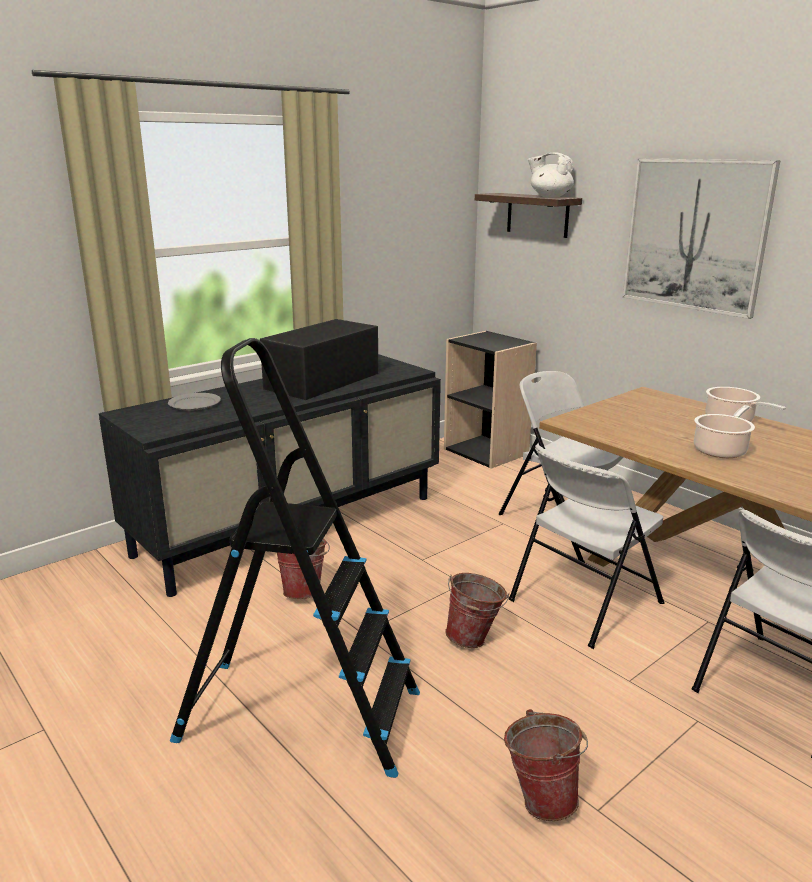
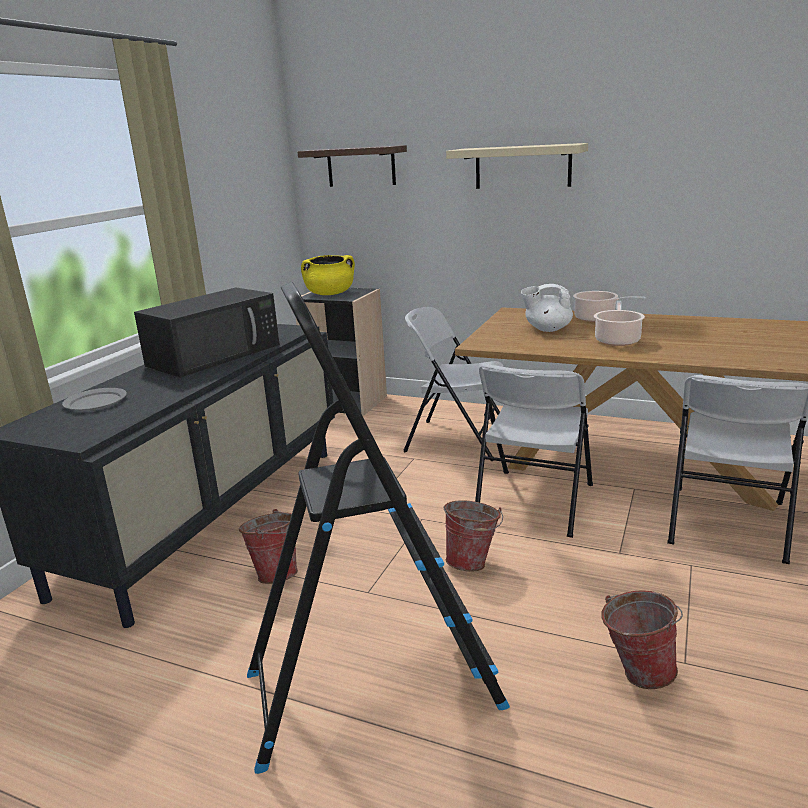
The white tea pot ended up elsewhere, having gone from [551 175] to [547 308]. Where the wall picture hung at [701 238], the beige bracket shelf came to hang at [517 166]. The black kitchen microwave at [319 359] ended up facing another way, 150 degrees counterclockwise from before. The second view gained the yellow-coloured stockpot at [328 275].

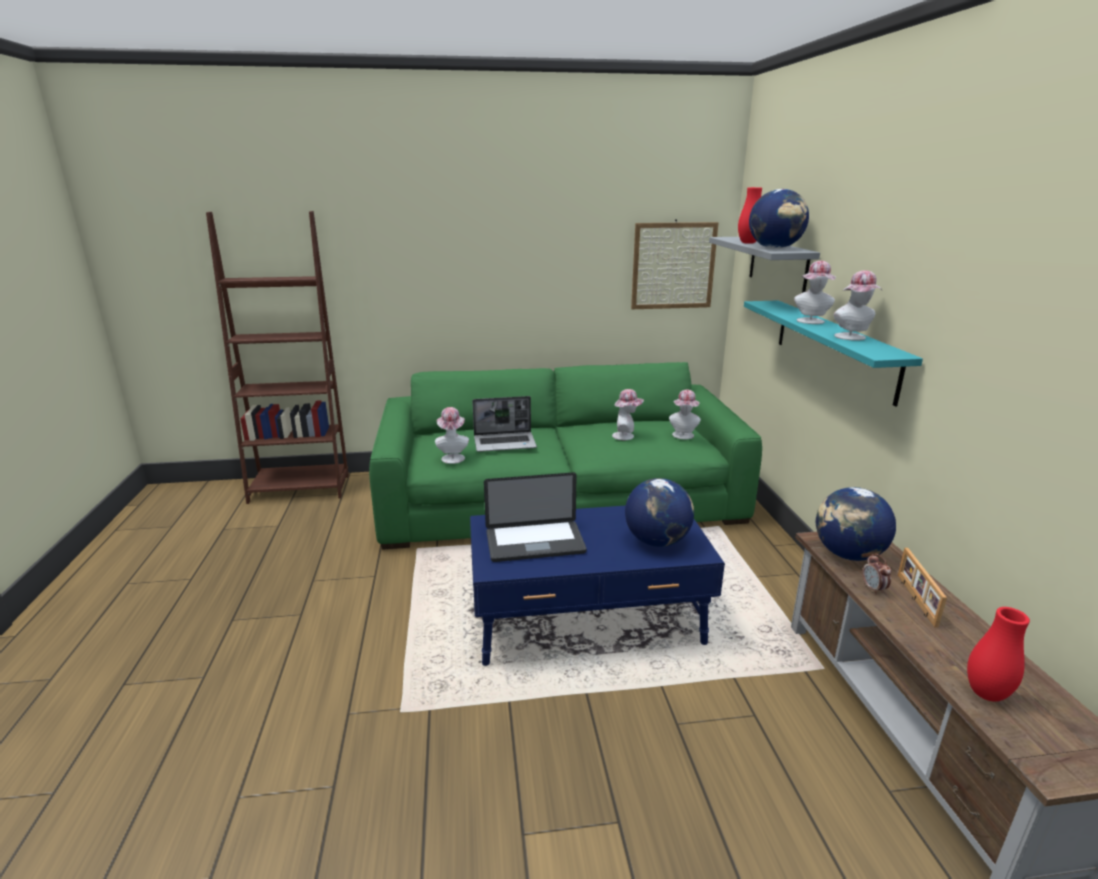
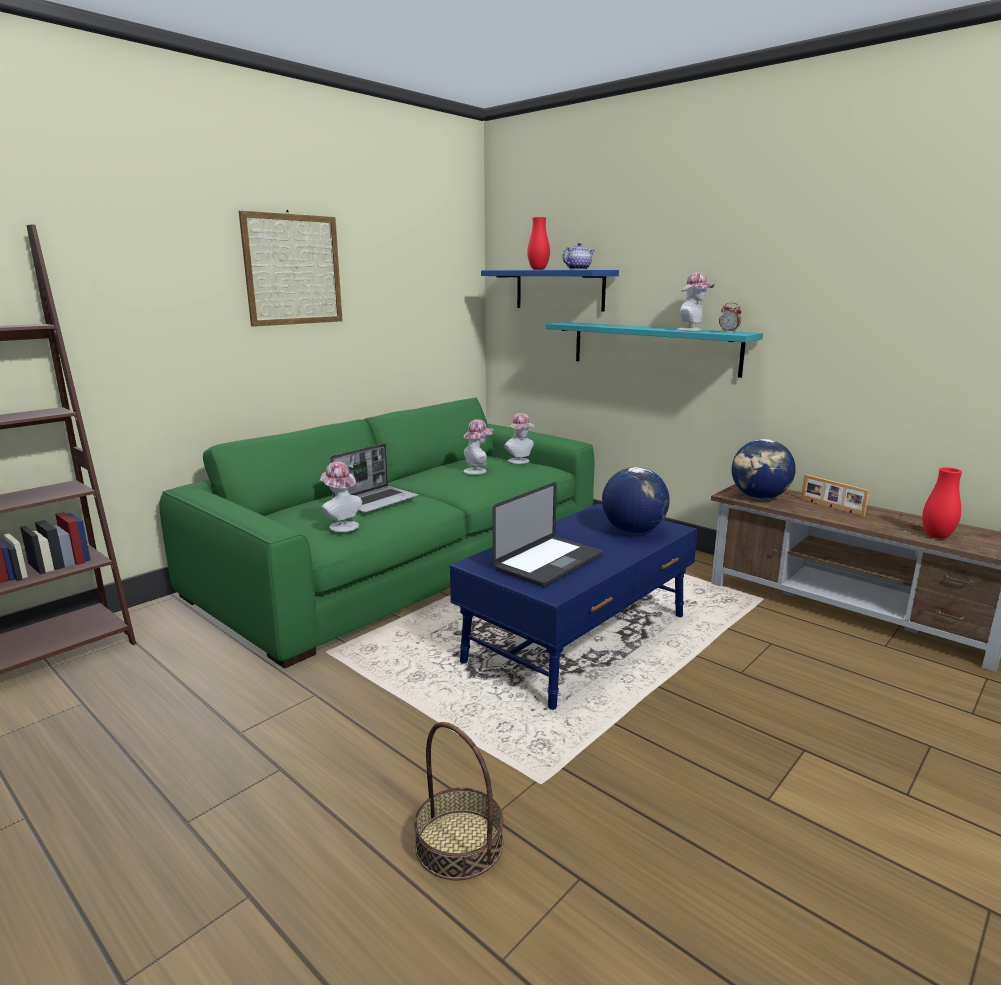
Where the world globe stood at [779 219], the tea pot came to stand at [578 256]. The wall picture ended up elsewhere, having gone from [675 264] to [291 268]. What was the greyish bracket shelf at [764 265] turned into the blue-coloured bracket shelf at [550 291]. The second view lost the wearable hat at [815 292]. The bedside clock ended up elsewhere, having gone from [876 574] to [730 317]. The second view gained the household basket at [458 801].

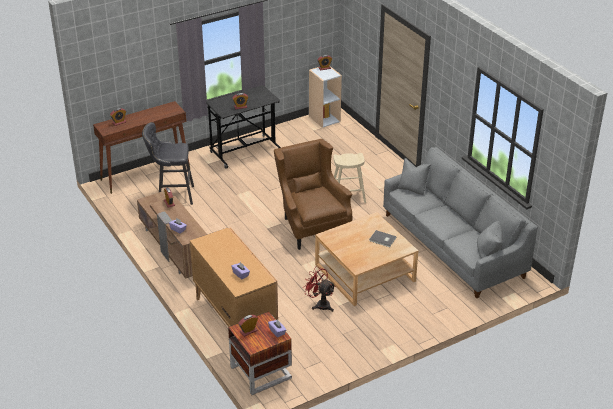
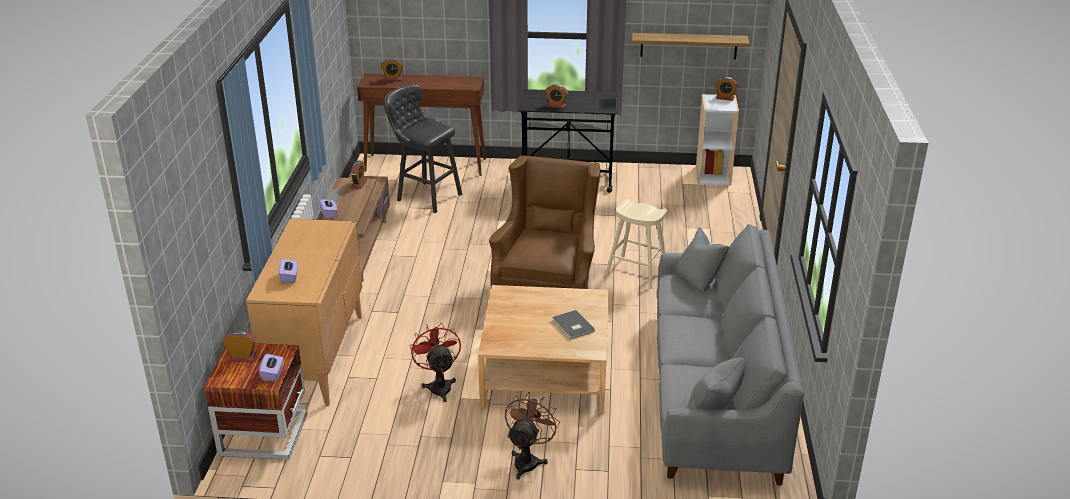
The second view gained the bracket shelf at [691 46]. The second view gained the brown fan at [532 435].

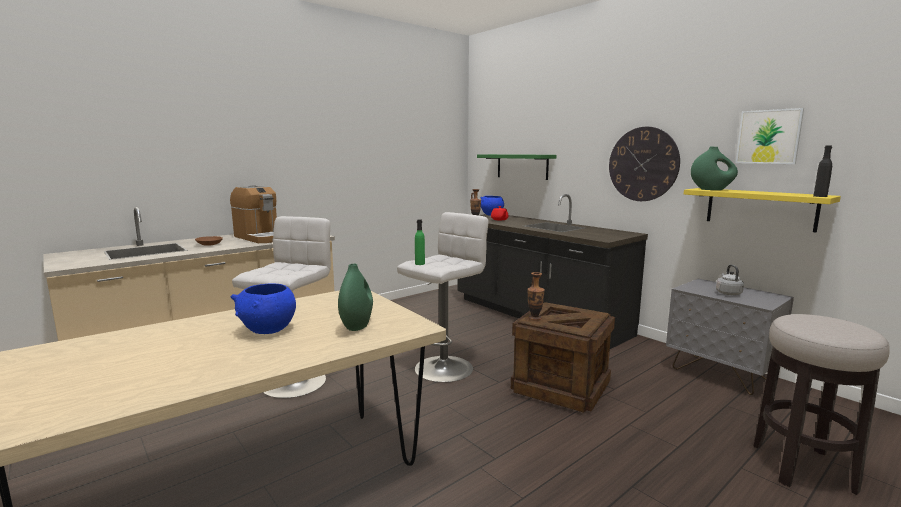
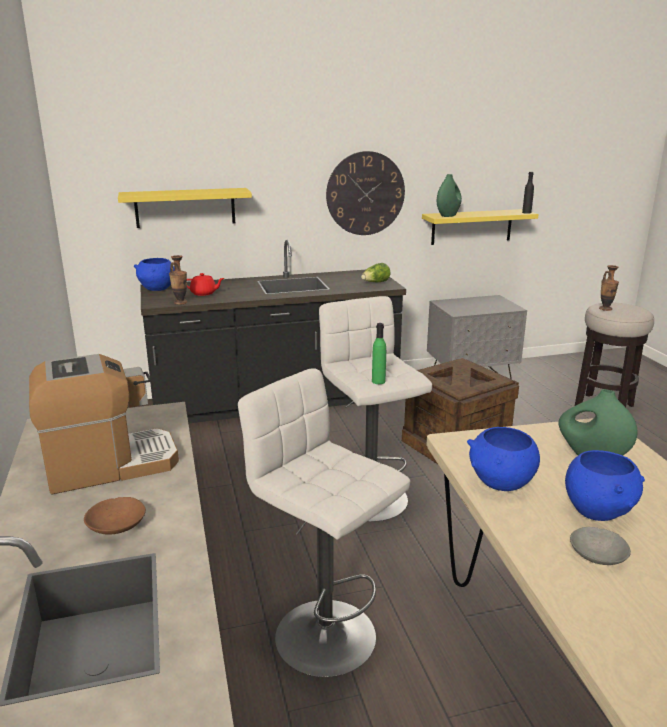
The second view lost the wall picture at [769 136]. What was the greenish bracket shelf at [517 167] turned into the yellow-coloured bracket shelf at [185 208]. The second view lost the greyish kettle at [730 280]. The decorative vase ended up elsewhere, having gone from [536 296] to [609 288]. The second view gained the lettuce head at [375 272]. The second view gained the blue-coloured bowl at [503 459]. The second view gained the greyish bowl at [600 546].

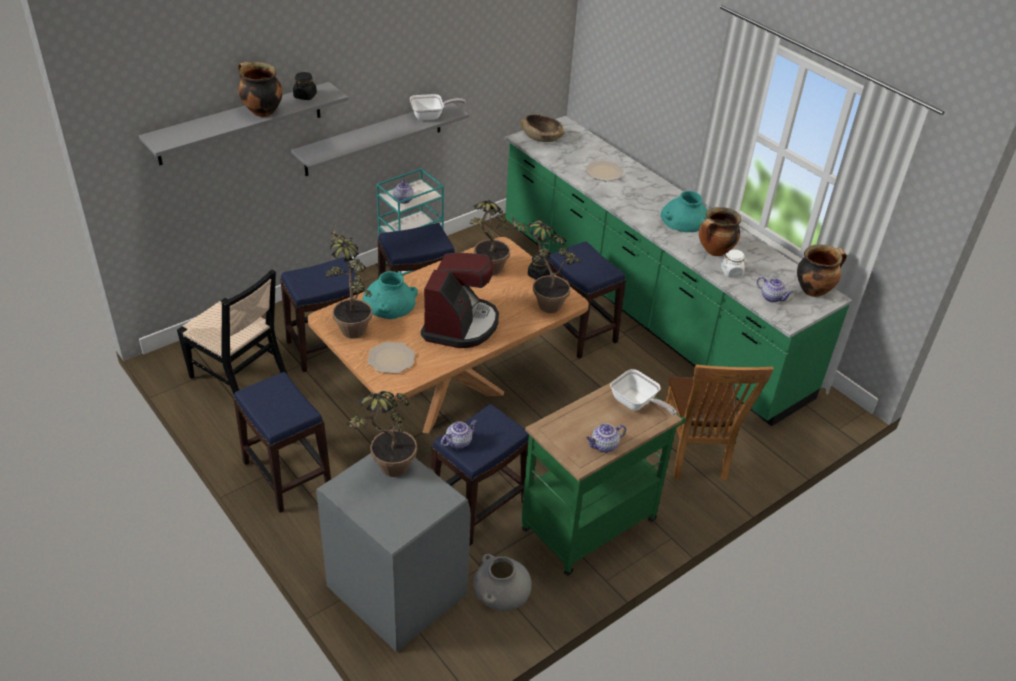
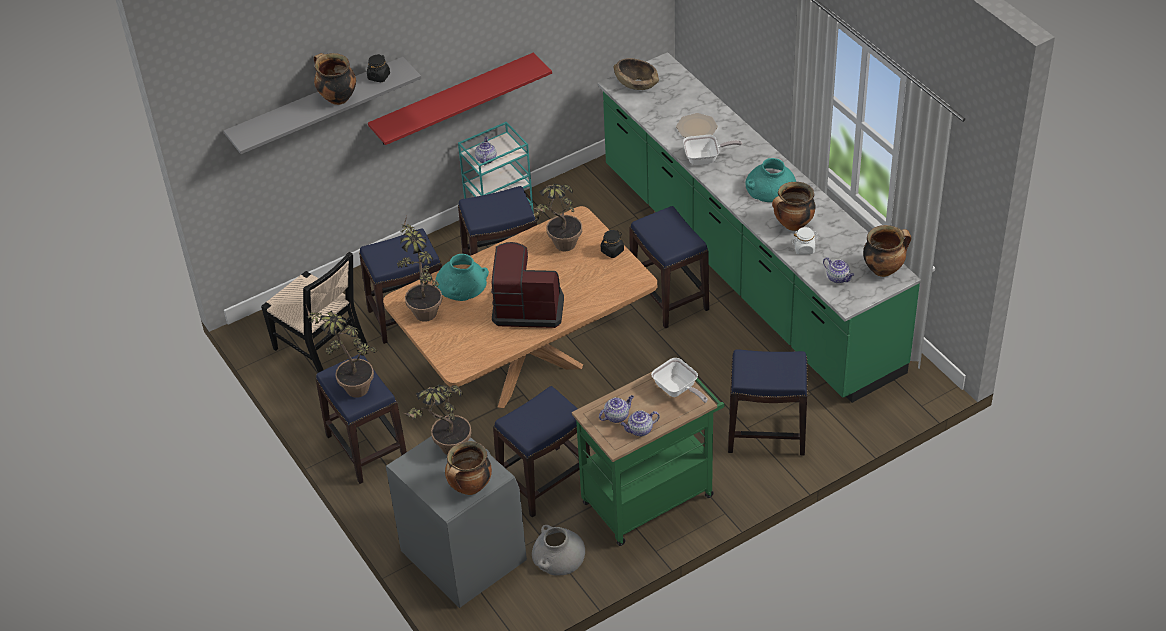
The pan ended up elsewhere, having gone from [438 107] to [712 150]. What was the greyish bracket shelf at [380 139] turned into the reddish bracket shelf at [460 99]. The houseplant ended up elsewhere, having gone from [546 263] to [342 351]. The coffee machine at [460 300] ended up facing another way, 105 degrees counterclockwise from before. The second view lost the dinner plate at [391 358]. Where the brown plain chair stood at [720 422], the sitting stool came to stand at [768 402]. The tea pot ended up elsewhere, having gone from [459 434] to [616 409]. The second view gained the stockpot at [468 468].

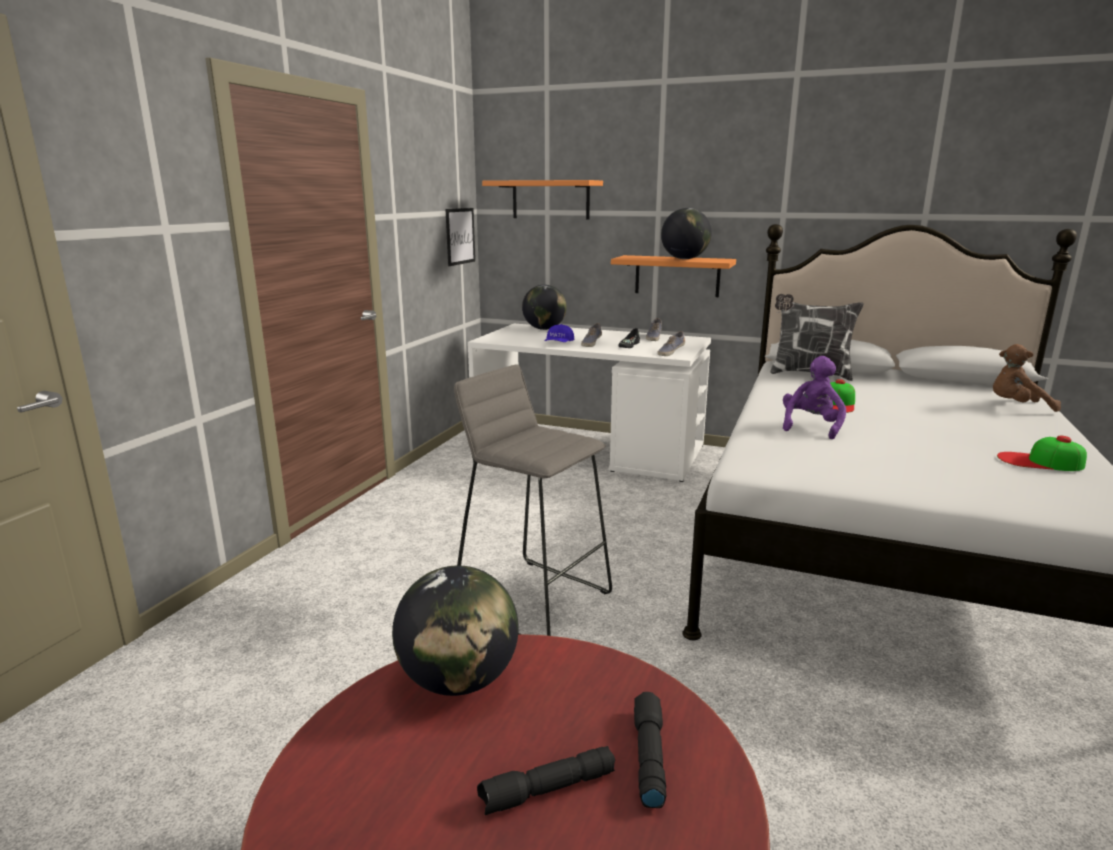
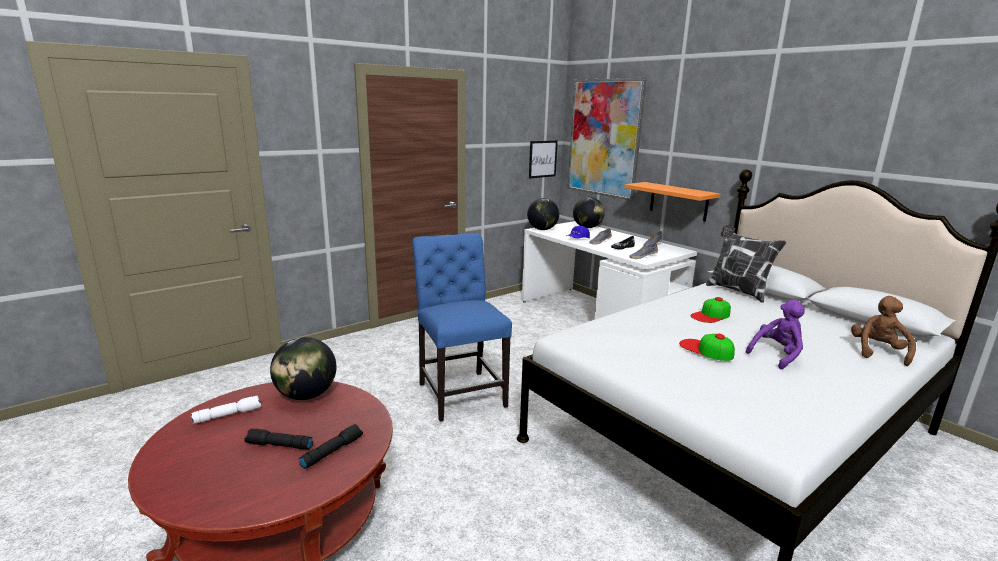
Where the orangey bracket shelf hung at [542 199], the wall picture came to hang at [607 139]. The world globe ended up elsewhere, having gone from [686 233] to [543 214]. The brown plush toy at [1027 378] ended up facing another way, 75 degrees clockwise from before. The purple plush toy ended up elsewhere, having gone from [814 397] to [775 334]. Where the greyish sitting stool stood at [533 500], the blue-coloured plain chair came to stand at [462 327]. The peaked cap ended up elsewhere, having gone from [1042 453] to [707 347]. The second view gained the white torch at [226 410].

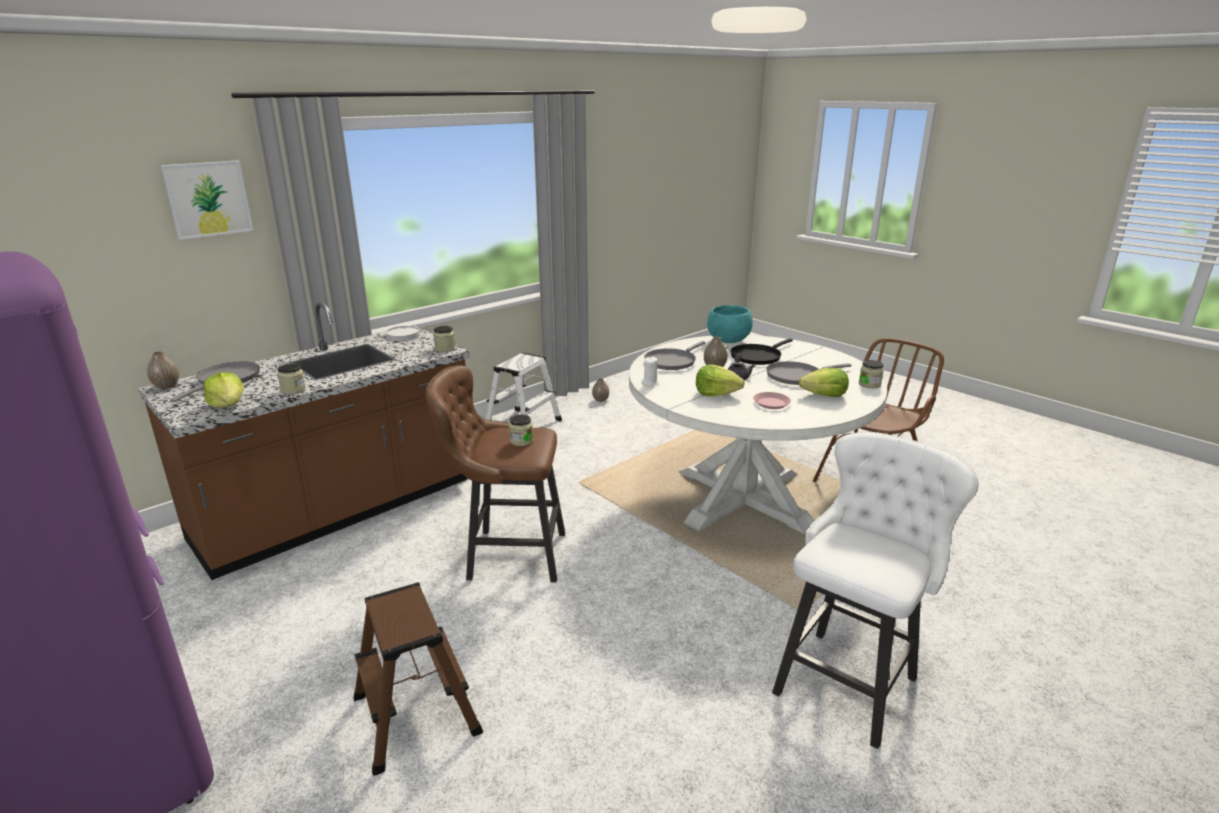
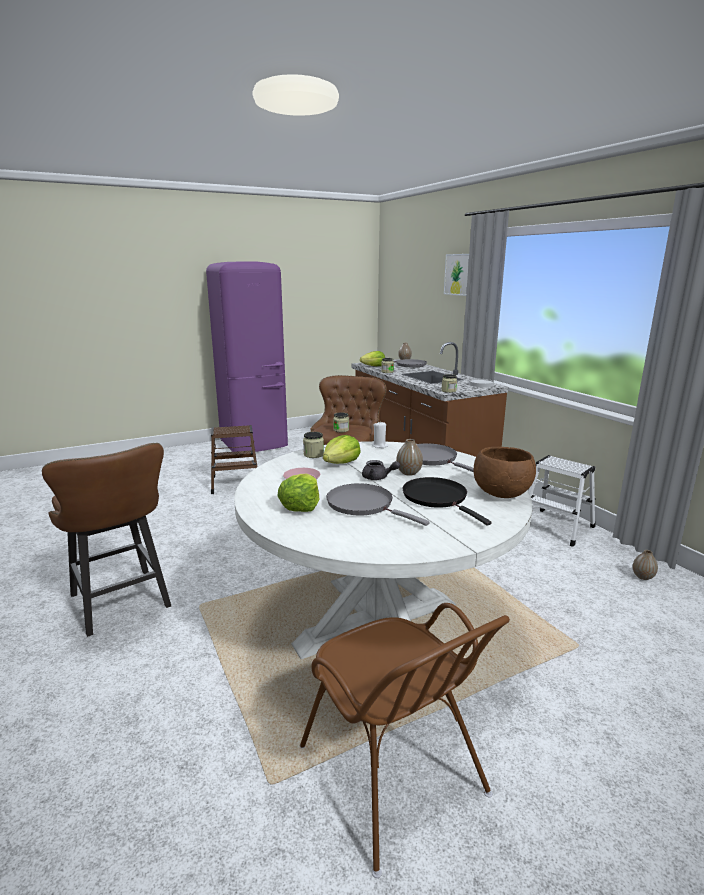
What was the turquoise bowl at [730 324] turned into the brown bowl at [505 472]. The jar ended up elsewhere, having gone from [871 374] to [313 445]. The greyish pan at [808 373] ended up facing another way, 45 degrees counterclockwise from before. What was the white sitting stool at [875 590] turned into the brown sitting stool at [106 540].

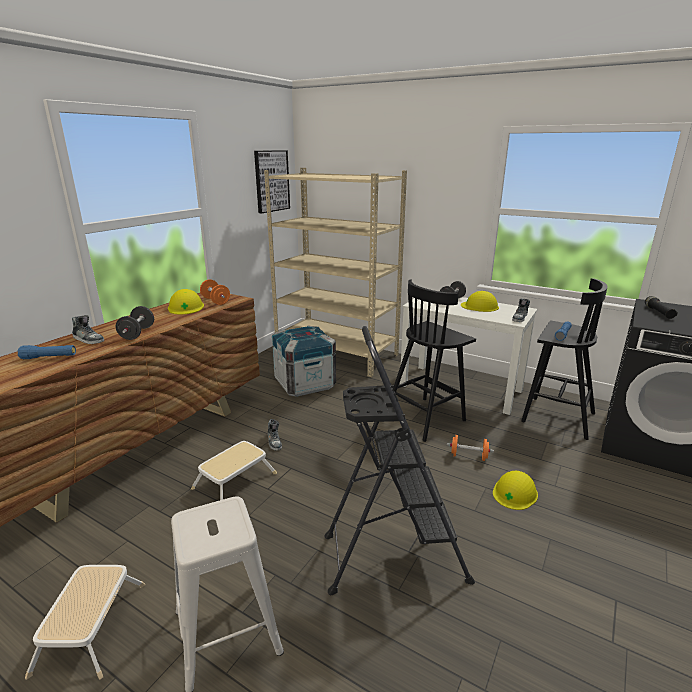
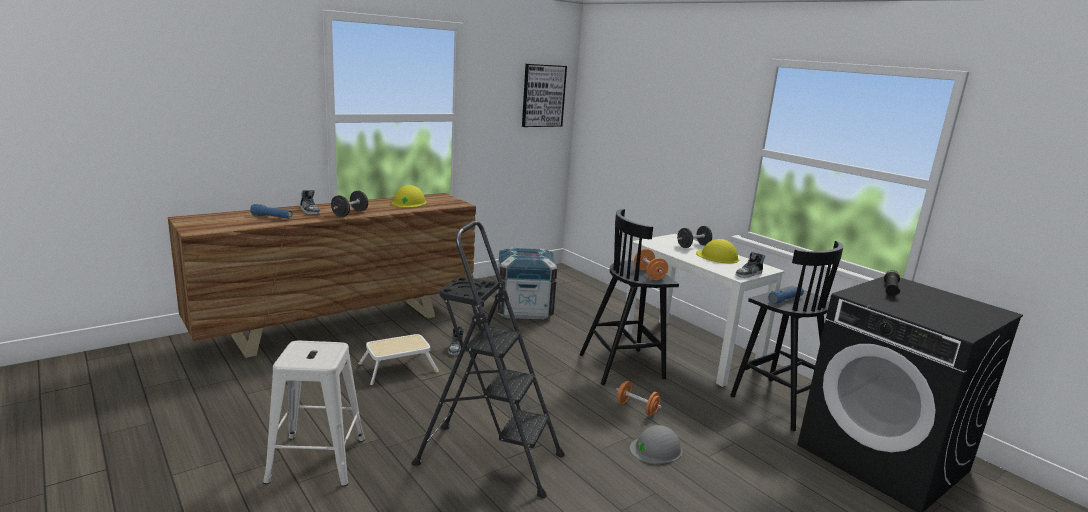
The second view lost the beige shelving unit at [335 272]. The orangey hand weight ended up elsewhere, having gone from [215 292] to [651 264]. What was the yellow-coloured work helmet at [515 490] turned into the greyish work helmet at [656 444]. The second view lost the beige stepladder at [85 622].

